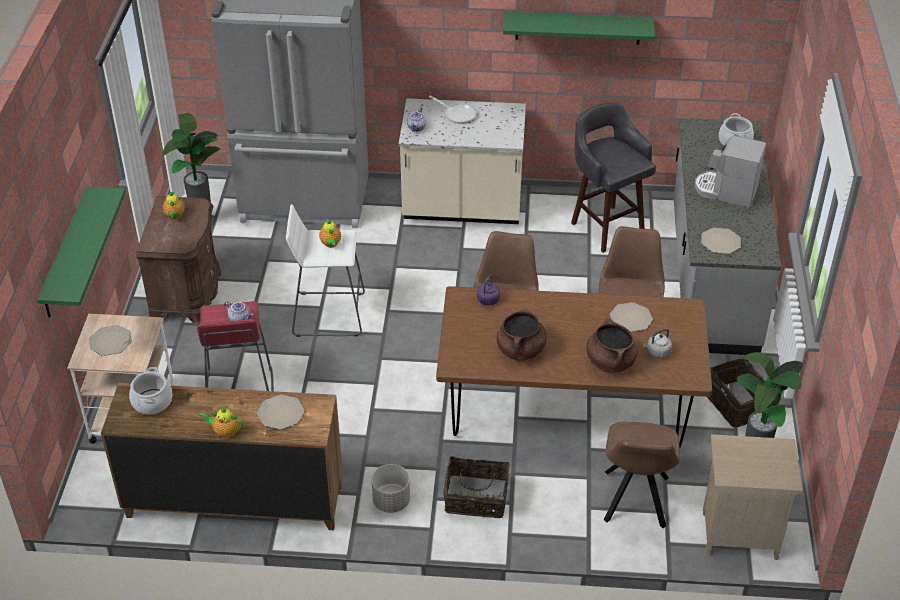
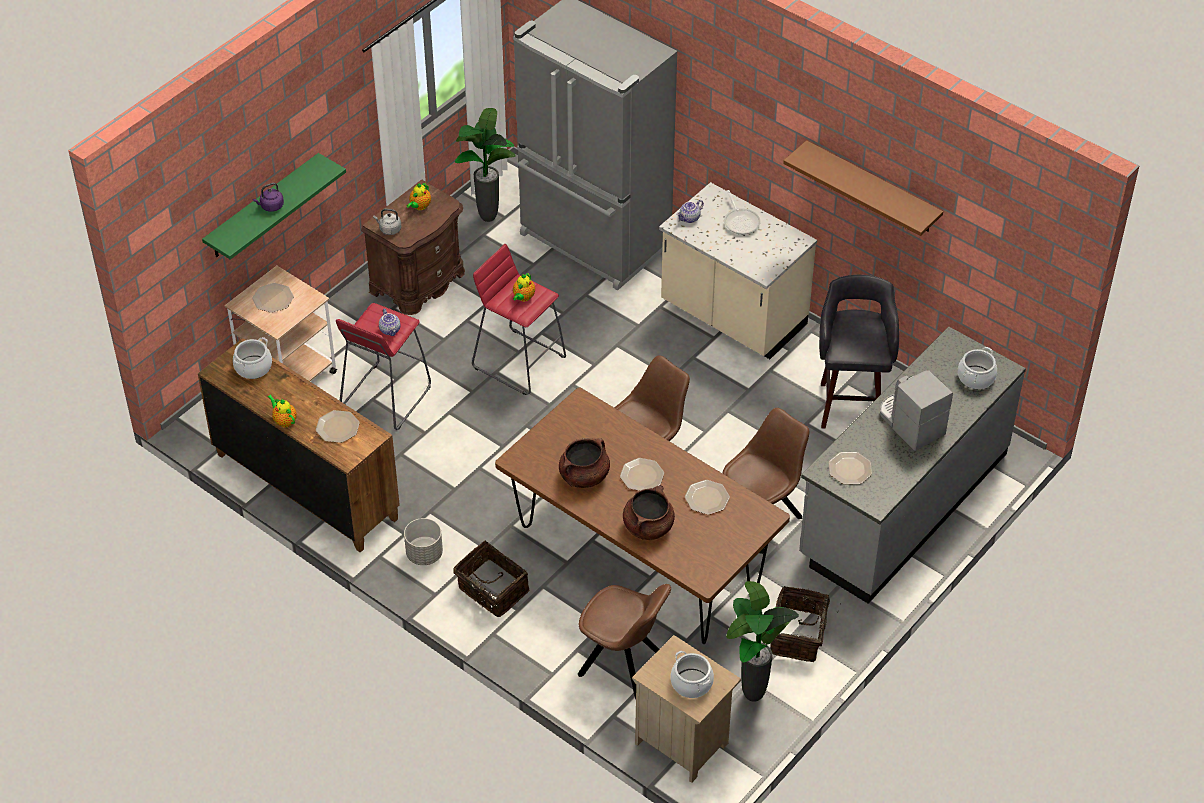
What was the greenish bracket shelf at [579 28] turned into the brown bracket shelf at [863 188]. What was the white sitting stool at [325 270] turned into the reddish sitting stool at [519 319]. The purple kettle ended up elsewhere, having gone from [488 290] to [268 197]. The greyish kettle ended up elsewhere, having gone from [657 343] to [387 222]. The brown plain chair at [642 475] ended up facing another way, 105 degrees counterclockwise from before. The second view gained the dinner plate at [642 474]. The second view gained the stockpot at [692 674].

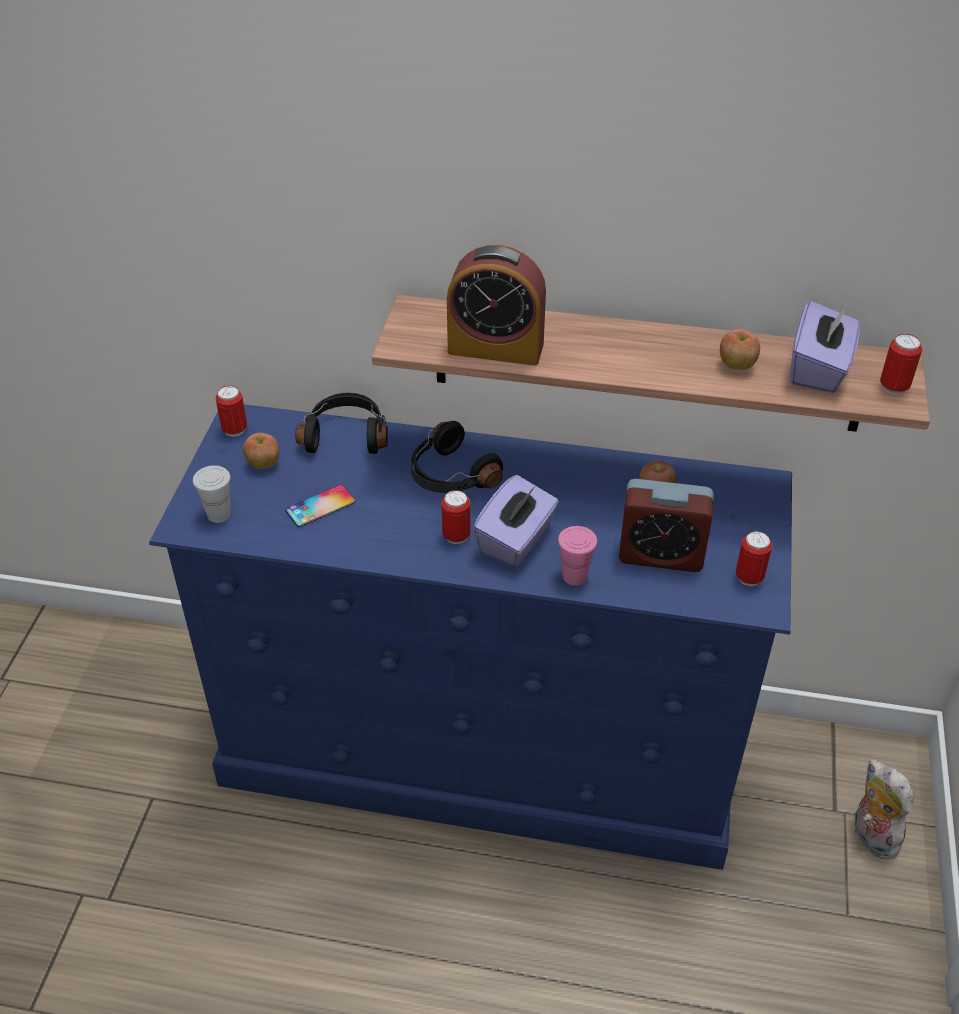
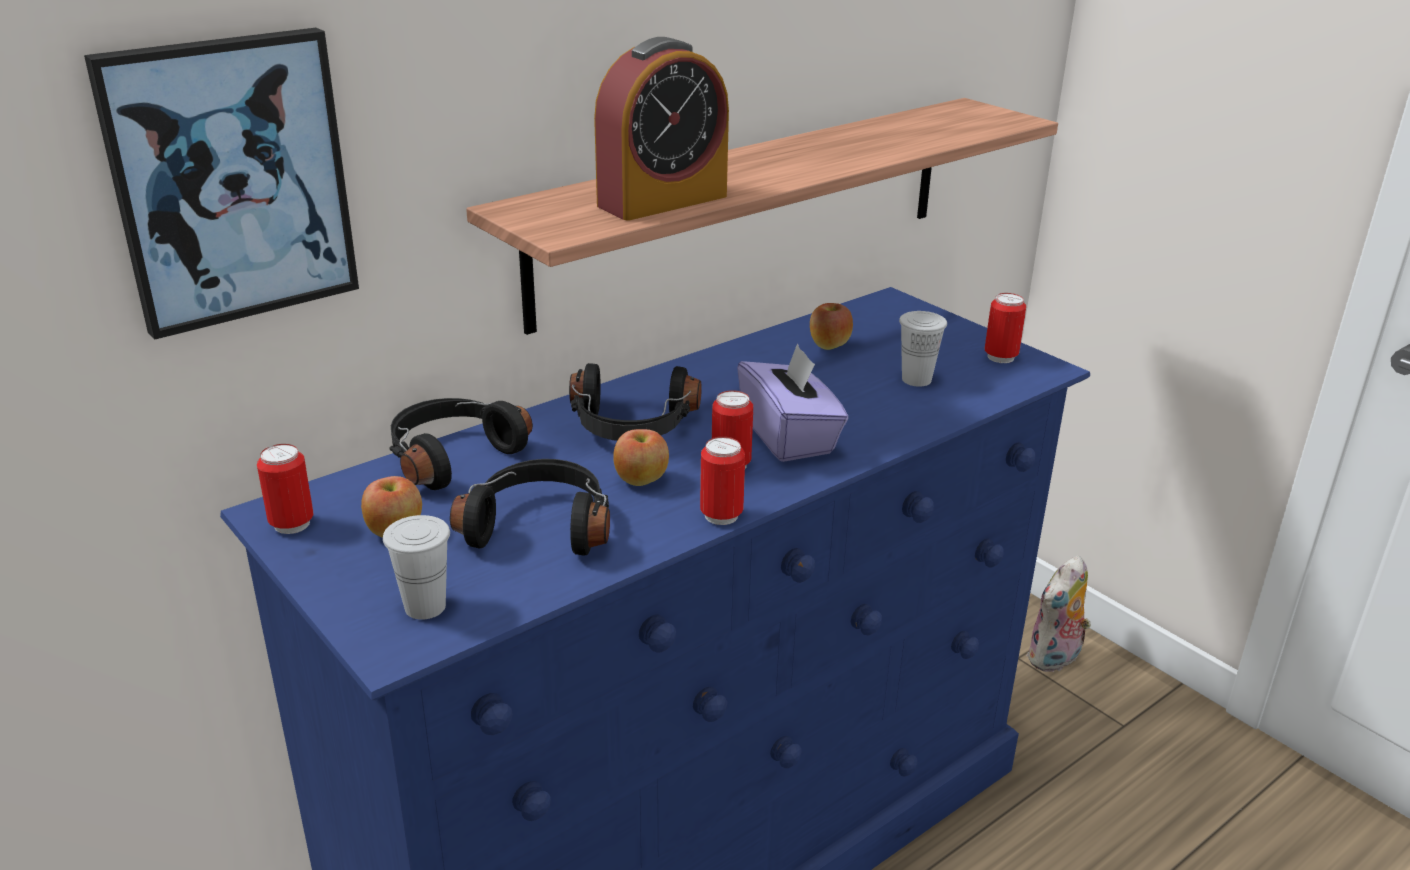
The second view lost the purple tissue holder at [825 347]. The apple fruit ended up elsewhere, having gone from [740 349] to [641 457]. The metal can ended up elsewhere, having gone from [901 364] to [722 481]. Where the bedside clock stood at [666 525], the white cup came to stand at [923 348]. Where the handset stood at [320 505], the black pair of headphones came to stand at [530 507]. The second view lost the pink-coloured cup at [577 556]. The plush toy at [884 809] ended up facing another way, 60 degrees counterclockwise from before. The second view gained the wall picture at [221 184].

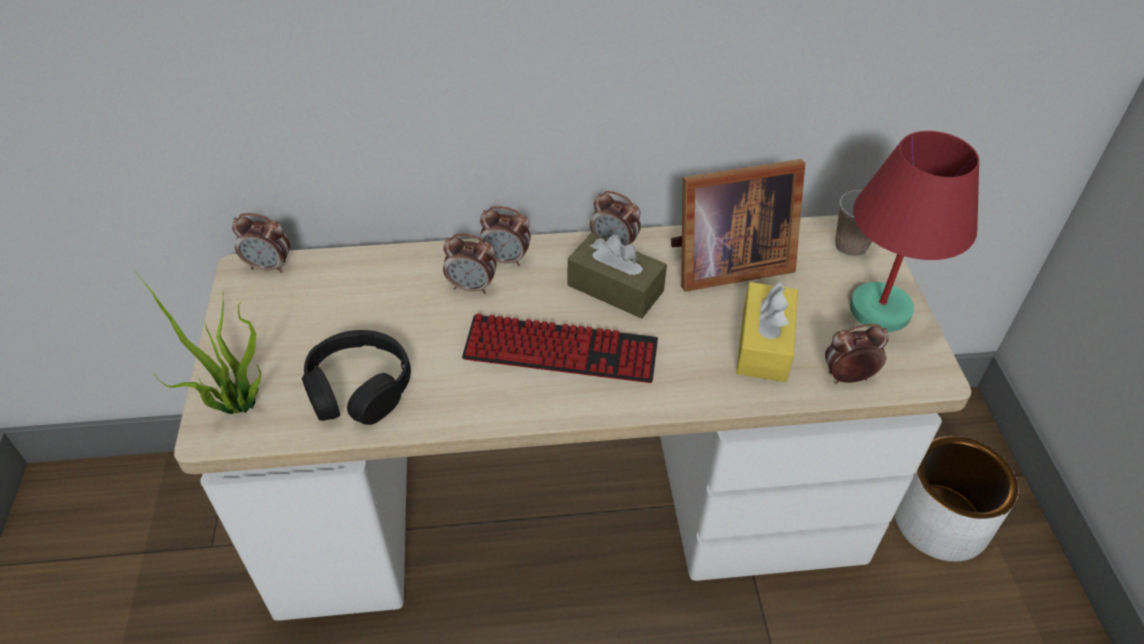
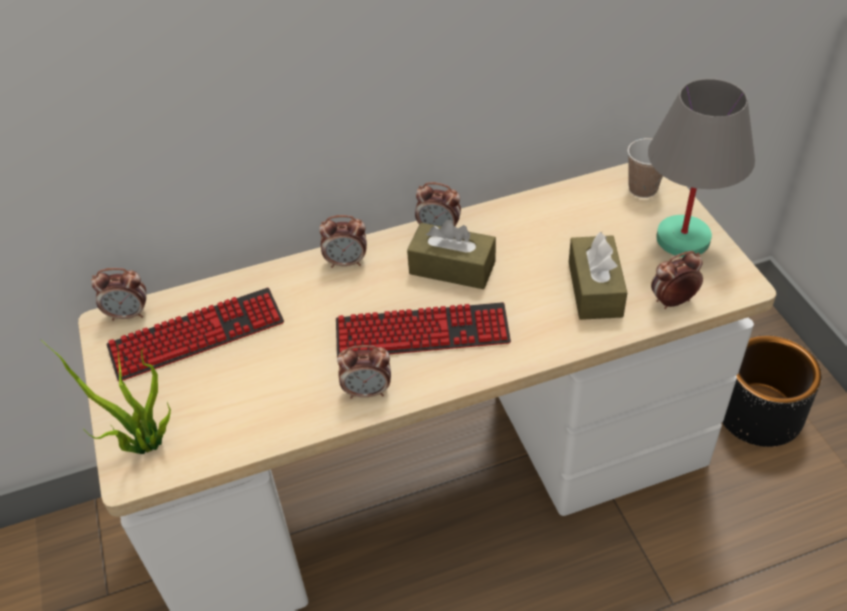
What was the reddish tabletop lamp at [914 231] turned into the greyish tabletop lamp at [701 167]. The second view lost the picture frame at [738 225]. The bedside clock ended up elsewhere, having gone from [469 264] to [364 372]. What was the yellow-coloured tissue holder at [767 332] turned into the brown tissue holder at [598 276]. The second view lost the black pair of headphones at [356 377]. What was the white plant pot at [956 499] turned into the black plant pot at [772 391]. The second view gained the computer keyboard at [195 334].

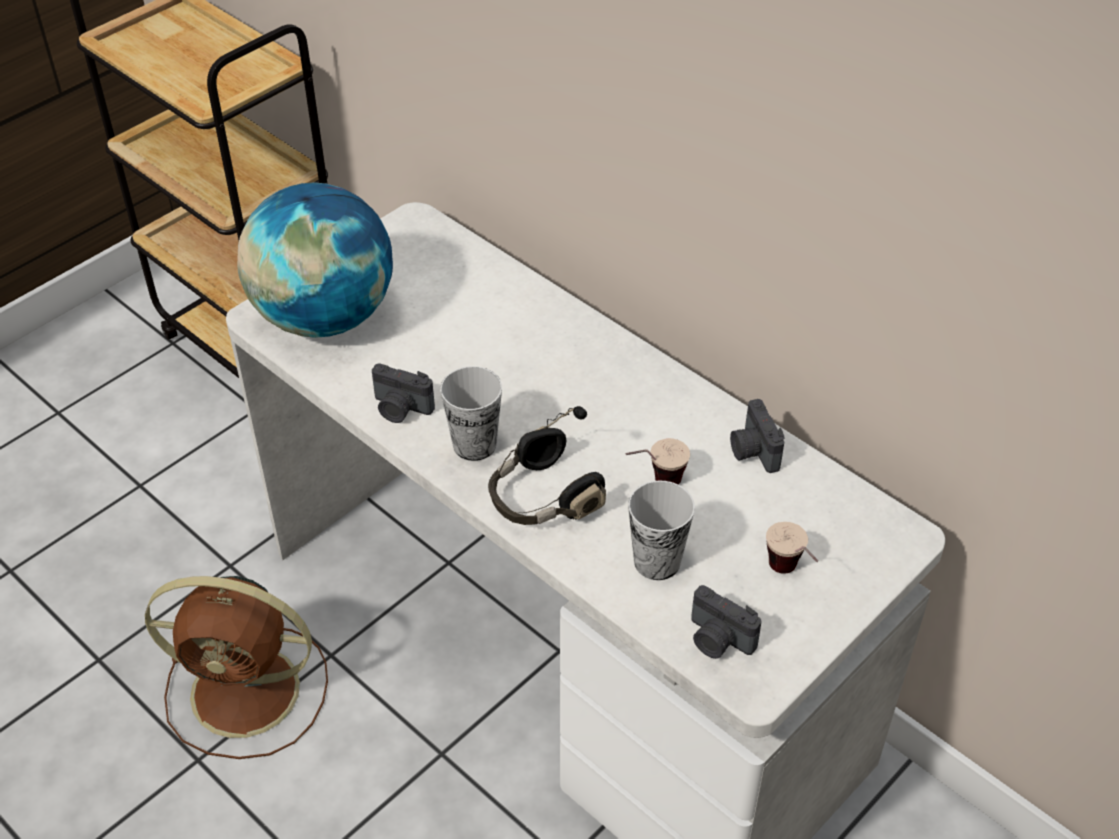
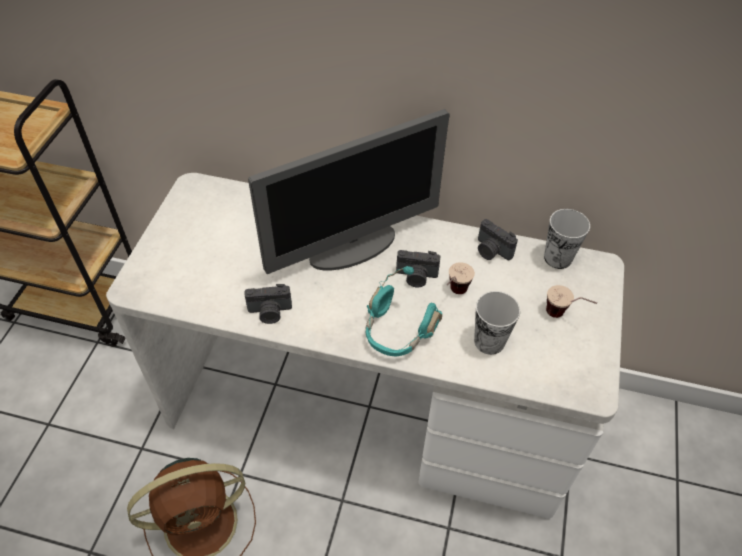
The second view lost the world globe at [315 260]. The cup ended up elsewhere, having gone from [471 413] to [567 239]. What was the black pair of headphones at [547 465] turned into the turquoise pair of headphones at [403 311]. The photo camera ended up elsewhere, having gone from [726 622] to [418 268]. The second view gained the monitor at [349 191].

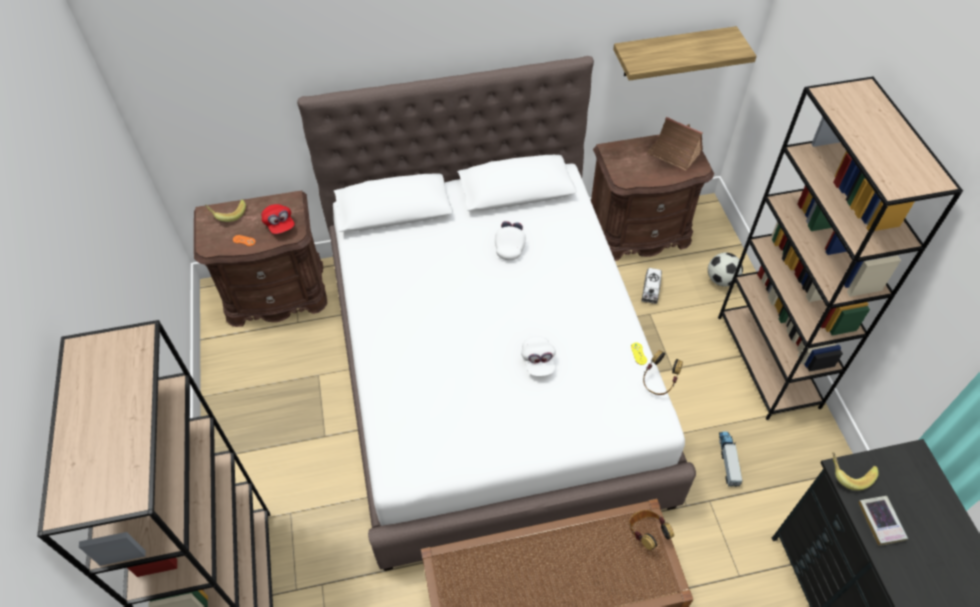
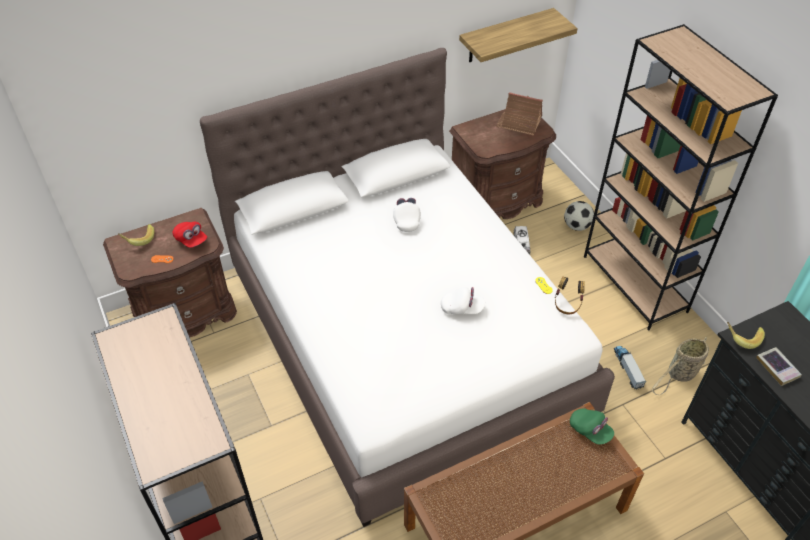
The white peaked cap at [538 356] ended up facing another way, 60 degrees counterclockwise from before. Where the pair of headphones stood at [651 530], the greenish peaked cap came to stand at [592 426]. The second view gained the household basket at [680 366].

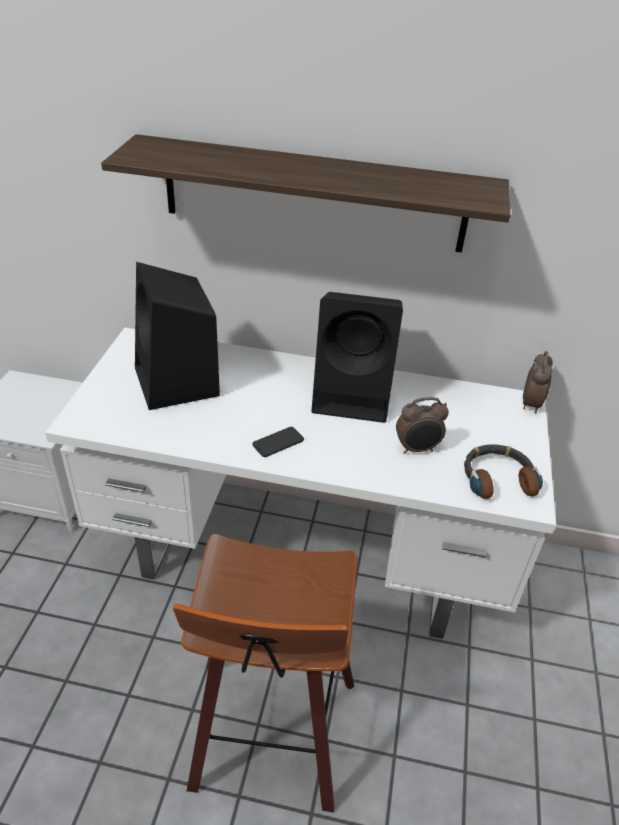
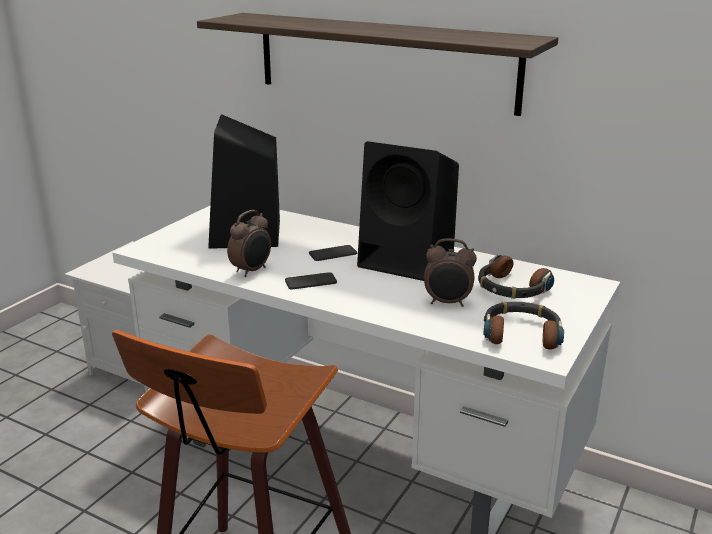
The bedside clock ended up elsewhere, having gone from [538 382] to [249 243]. The second view gained the handset at [333 253]. The second view gained the pair of headphones at [516 277].

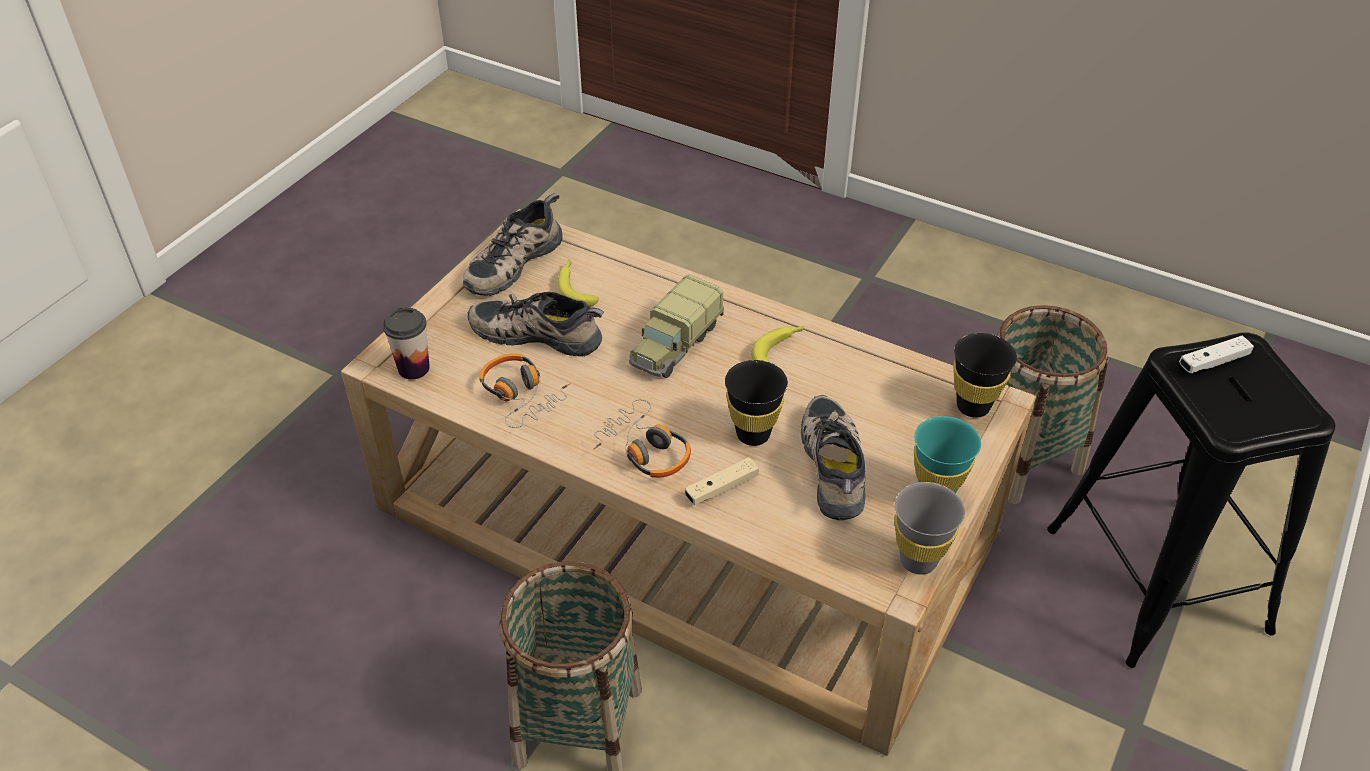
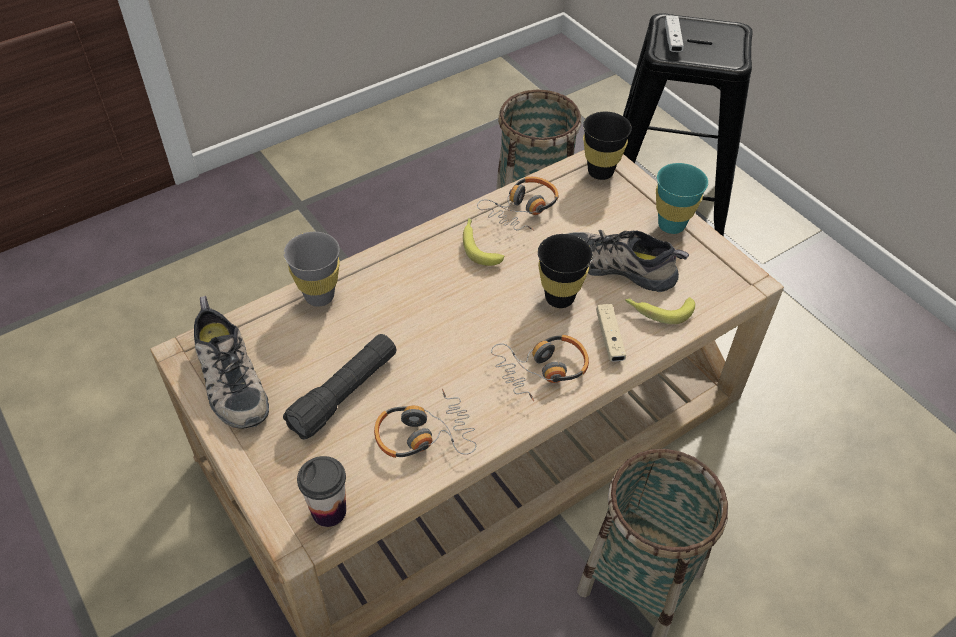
The banana ended up elsewhere, having gone from [578 283] to [660 310]. The second view lost the toy lorry at [676 326]. Where the low shoe stood at [536 324], the black torch came to stand at [340 386]. The greyish cup ended up elsewhere, having gone from [929 528] to [312 269]. The second view gained the pair of headphones at [517 203].

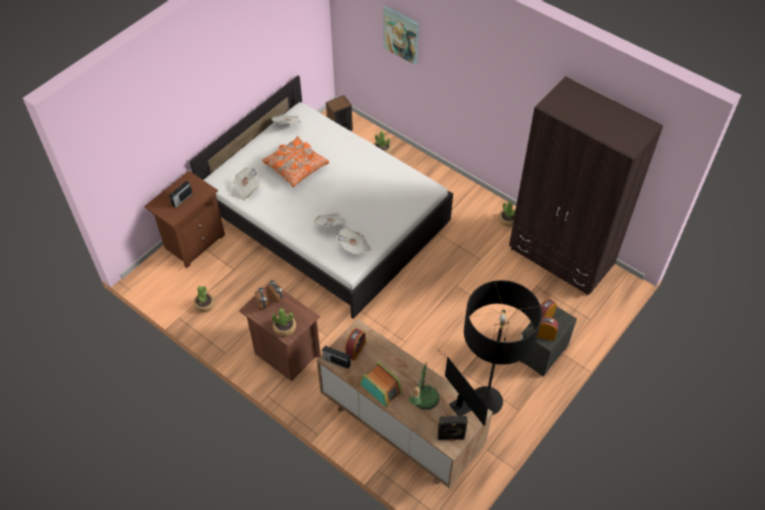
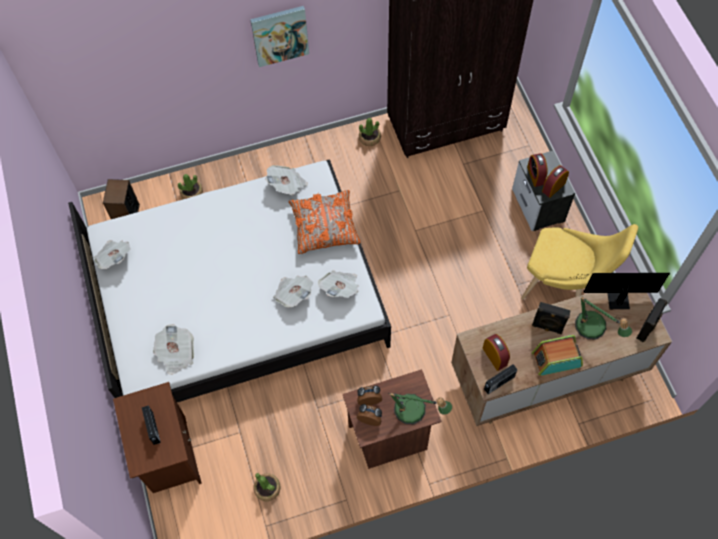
The wall picture ended up elsewhere, having gone from [401 35] to [279 36]. The orangey pillow ended up elsewhere, having gone from [295 161] to [325 222]. Where the black standard lamp stood at [503 347], the yellow-coloured plain chair came to stand at [579 261]. Where the houseplant stood at [284 322], the tabletop lamp came to stand at [420 408]. The second view gained the daily paper at [286 180]. The second view gained the black audio speaker at [551 318].

